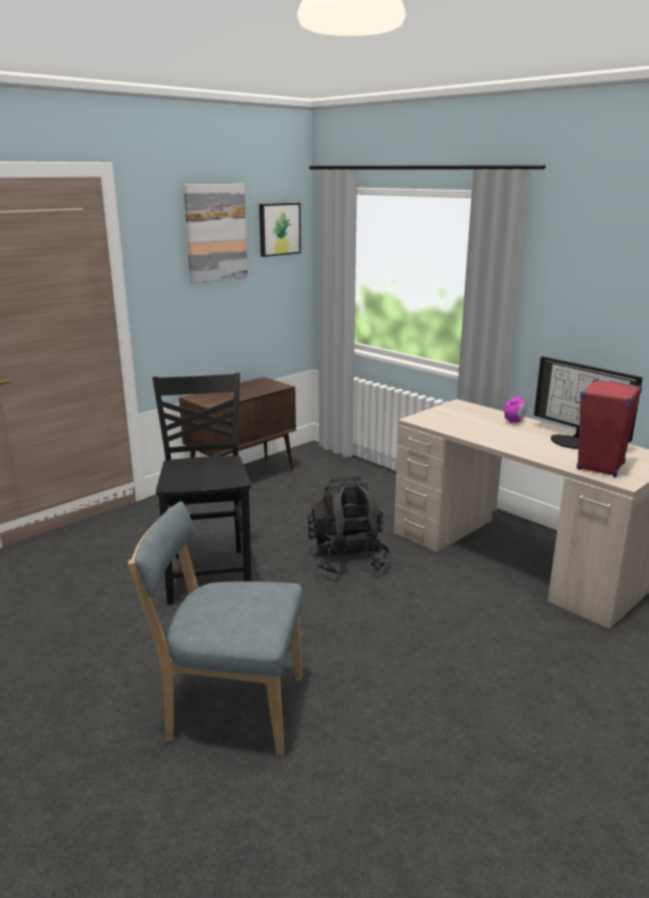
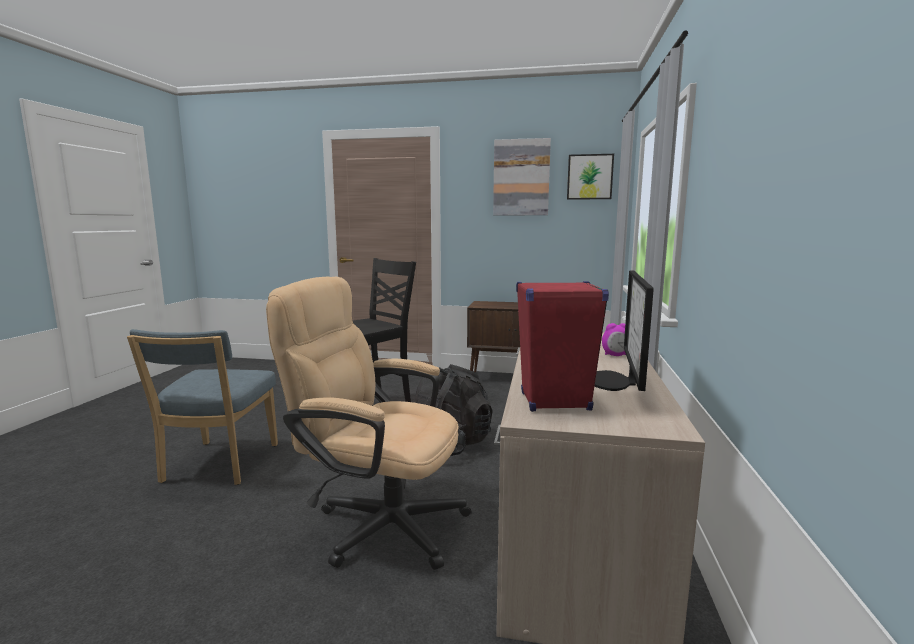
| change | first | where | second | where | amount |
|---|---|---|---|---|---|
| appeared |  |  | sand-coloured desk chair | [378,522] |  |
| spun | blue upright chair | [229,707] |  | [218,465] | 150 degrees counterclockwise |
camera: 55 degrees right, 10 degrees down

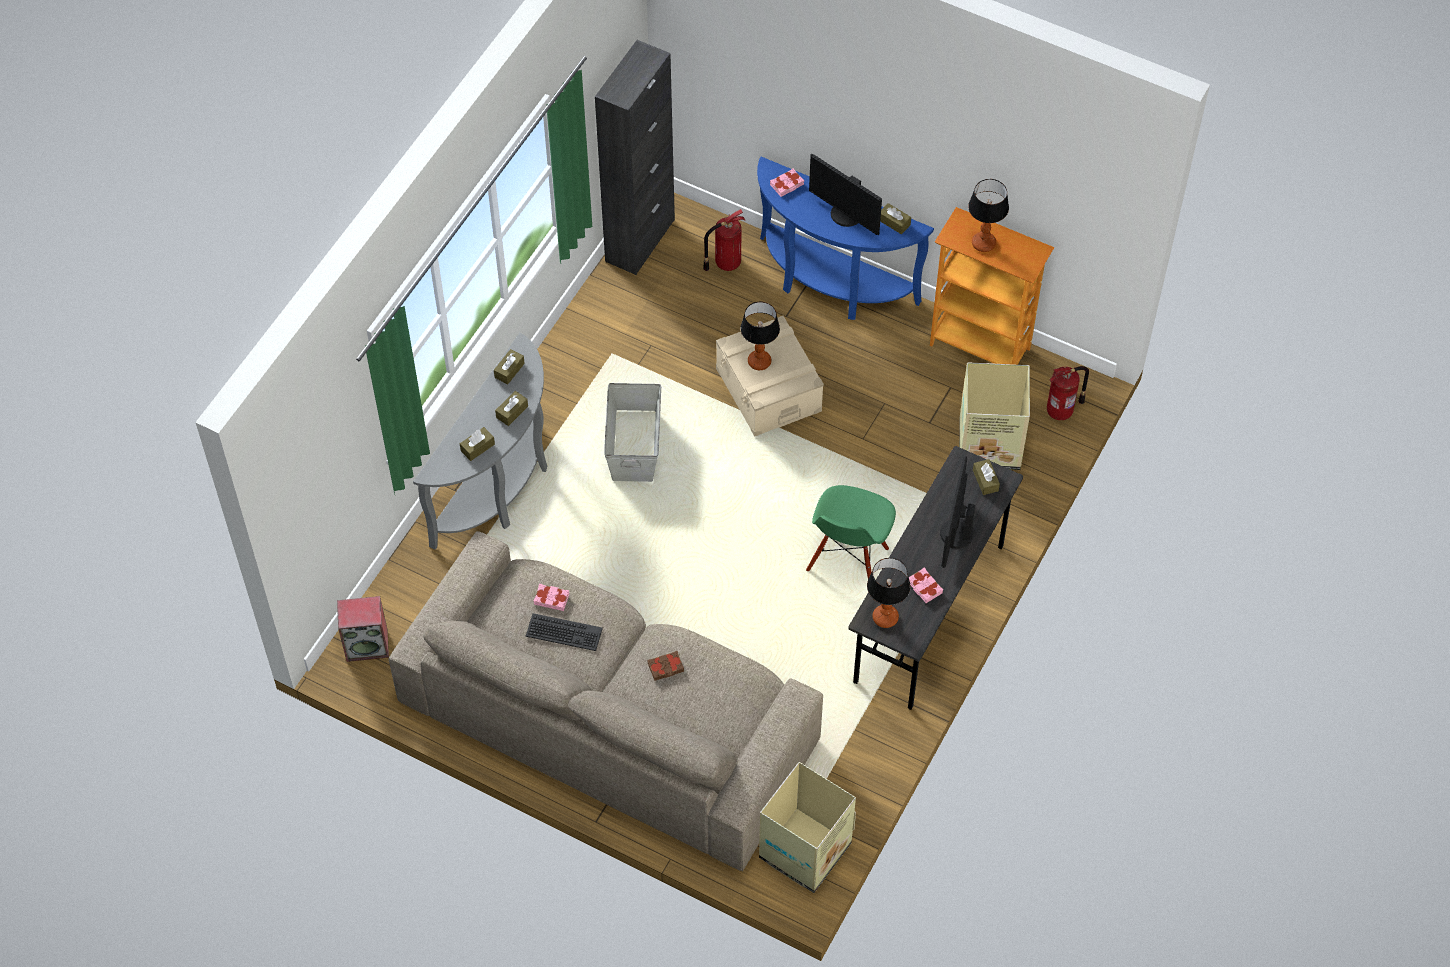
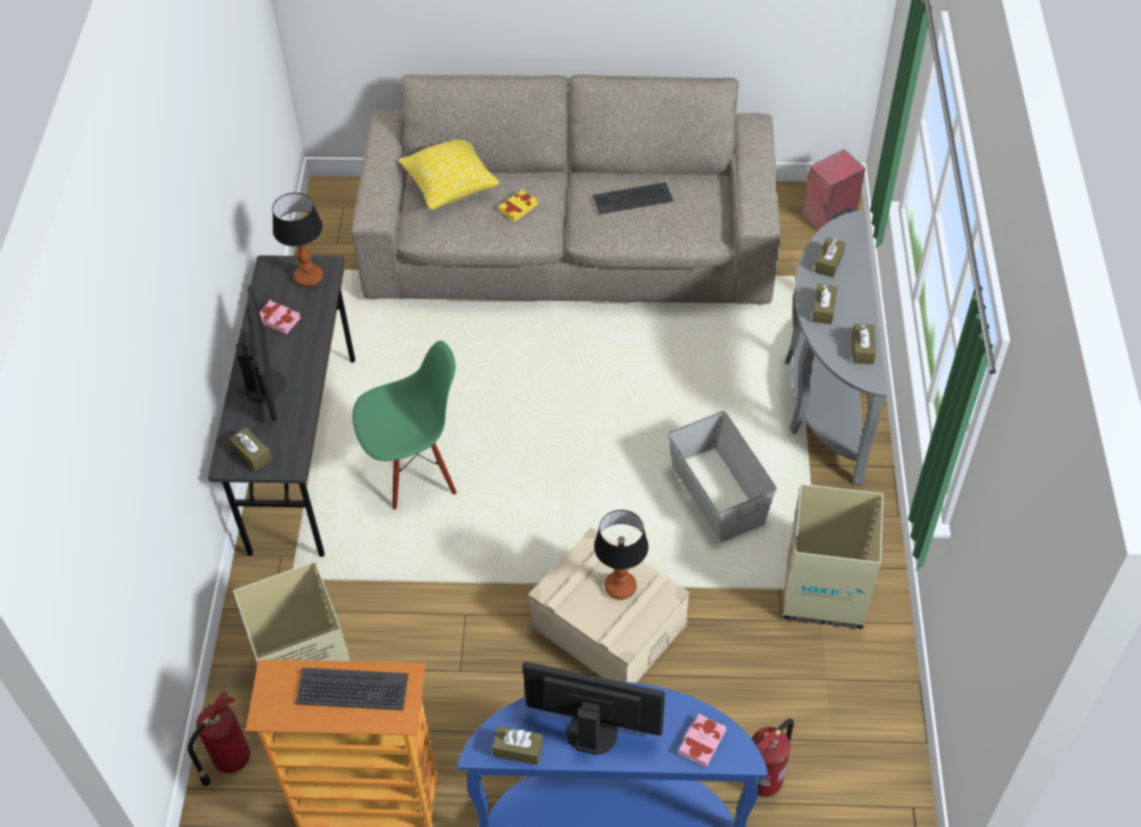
| change | first | where | second | where | amount |
|---|---|---|---|---|---|
| missing | pinkish bound book | [551,599] |  |  |  |
| missing | black-coloured storage cabinet | [640,240] |  |  |  |
| appeared |  |  | yellow-coloured cushion | [450,188] |  |
| relocated | carton | [803,852] |  | [824,589] |  |
| exchanged | tabletop lamp | [984,243] | computer keyboard | [352,690] |  |
| colour | brown bound book | [666,668] | yellow-coloured bound book | [518,208] |  |
| spun | green-coloured upright chair | [848,561] |  | [415,470] | 75 degrees clockwise |
camera: 155 degrees right, 5 degrees down

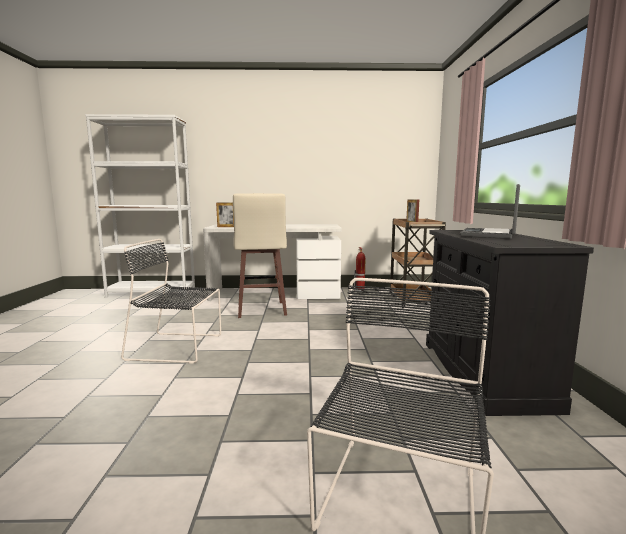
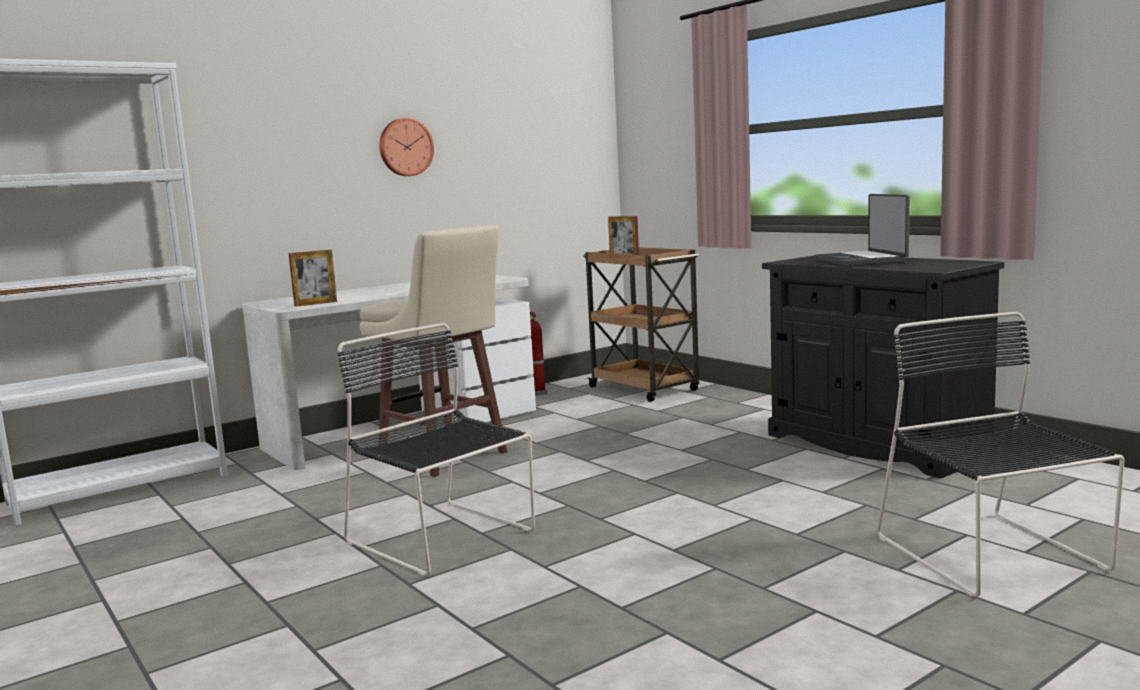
| change | first | where | second | where | amount |
|---|---|---|---|---|---|
| appeared |  |  | clock on the wall | [405,147] |  |
| spun | black-coloured upright chair | [178,347] |  | [444,538] | 75 degrees clockwise |
camera: 35 degrees left, 0 degrees up

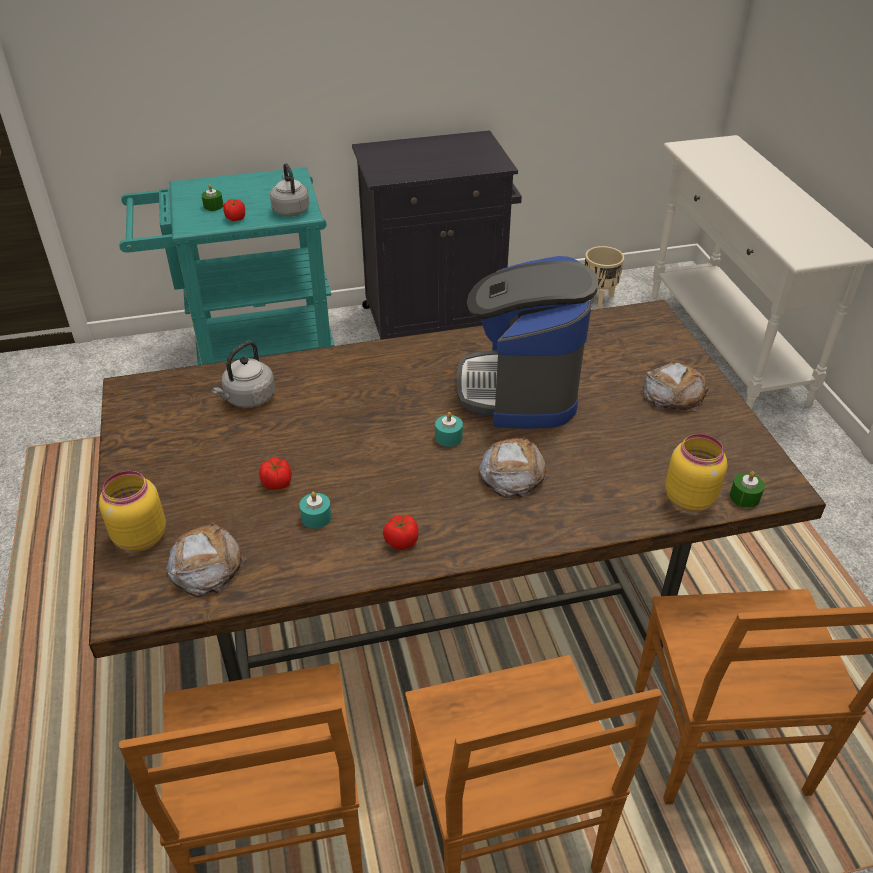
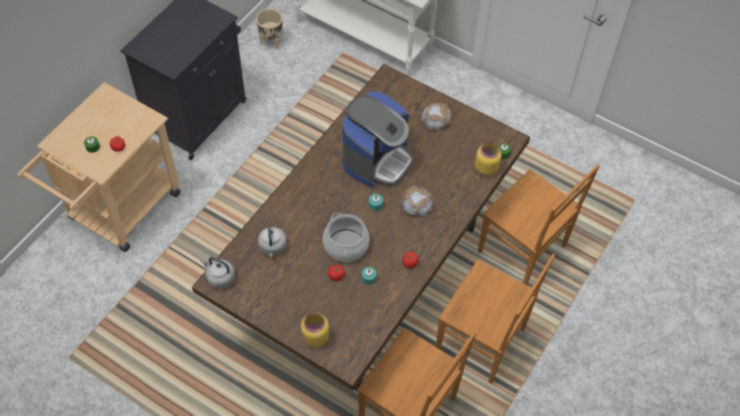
| change | first | where | second | where | amount |
|---|---|---|---|---|---|
| missing | baked bread | [206,565] |  |  |  |
| appeared |  |  | cooking pot | [346,245] |  |
| relocated | greyish tea kettle | [290,209] |  | [219,278] |  |
| colour | blue-green cart | [250,354] | sand-coloured cart | [118,212] |  |
| spun | coffee machine | [520,389] |  | [377,159] | 105 degrees counterclockwise |
camera: 45 degrees left, 15 degrees up

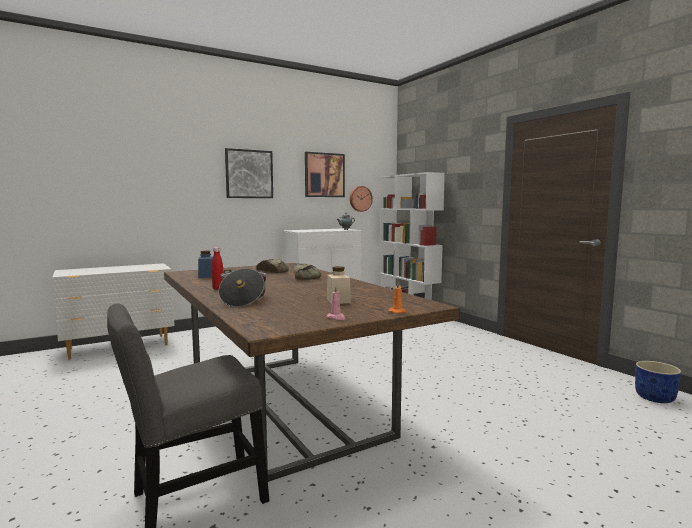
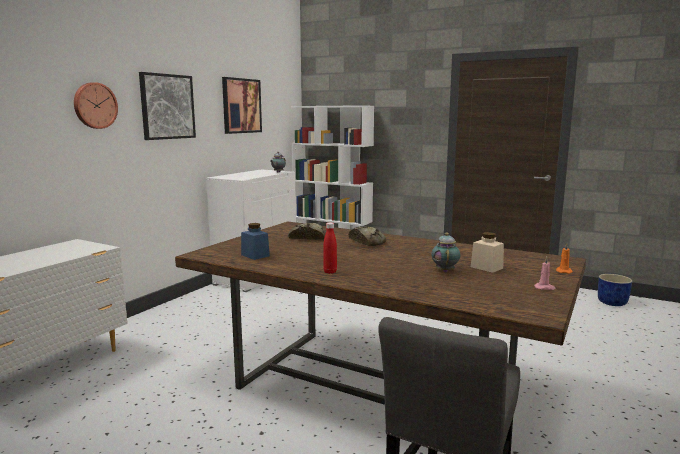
| change | first | where | second | where | amount |
|---|---|---|---|---|---|
| missing | cooking pot | [243,299] |  |  |  |
| appeared |  |  | tea pot | [445,271] |  |
| relocated | clock on the wall | [360,198] |  | [94,105] |  |
camera: 30 degrees left, 5 degrees up

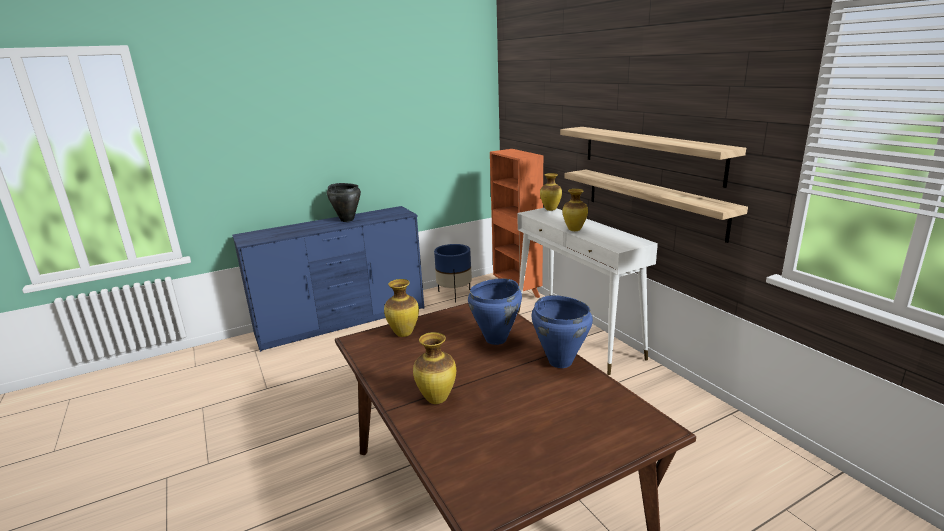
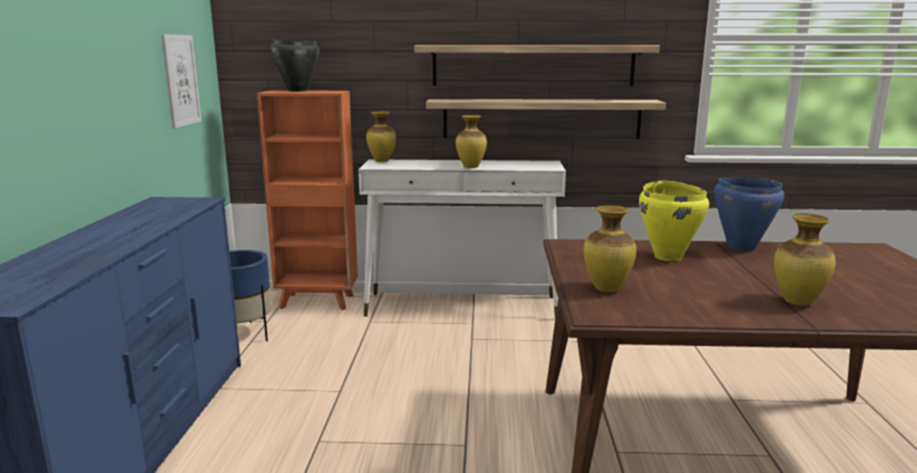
| change | first | where | second | where | amount |
|---|---|---|---|---|---|
| appeared |  |  | wall art | [181,80] |  |
| relocated | black-coloured cooking pot | [347,220] |  | [297,91] |  |
| colour | blue cooking pot | [496,339] | yellow-coloured cooking pot | [668,257] |  |
camera: 60 degrees left, 5 degrees down

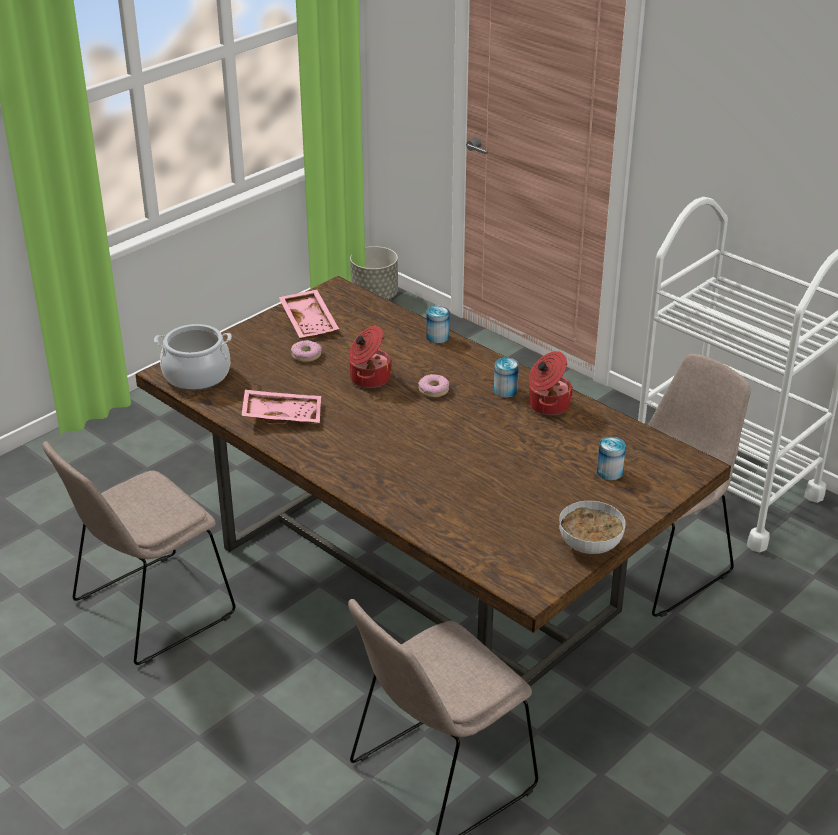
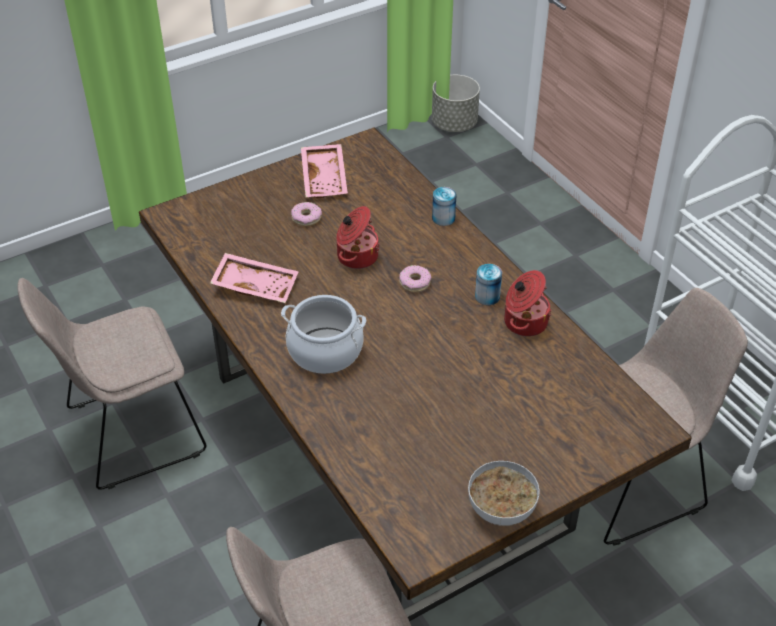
| change | first | where | second | where | amount |
|---|---|---|---|---|---|
| missing | sealed can | [609,472] |  |  |  |
| relocated | cooking pot | [197,376] |  | [325,351] |  |
camera: 15 degrees right, 10 degrees up

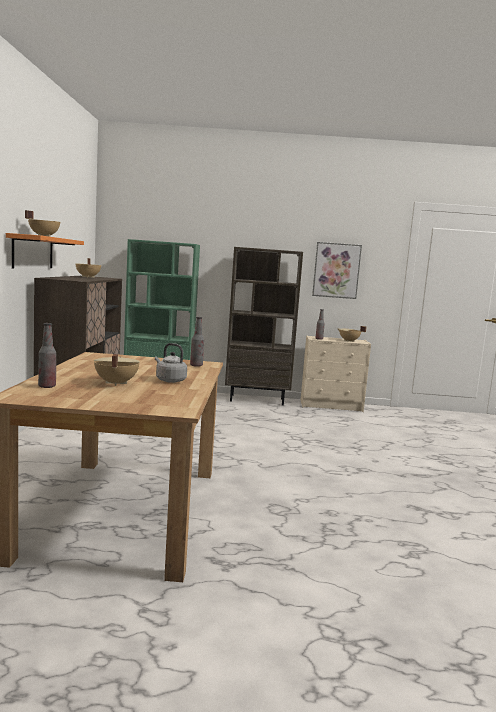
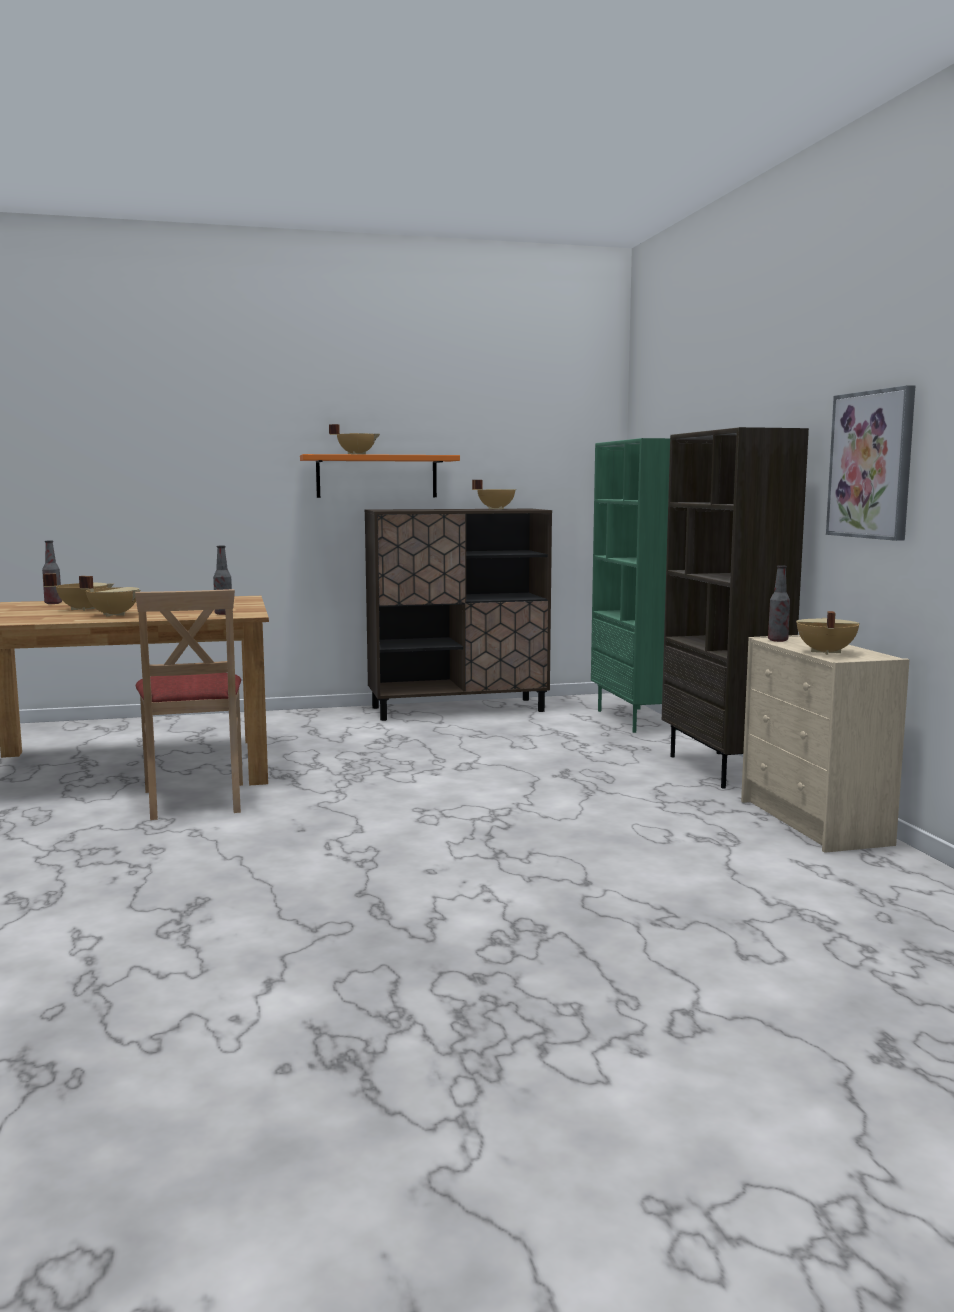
| change | first | where | second | where | amount |
|---|---|---|---|---|---|
| appeared |  |  | sand-coloured upright chair | [194,800] |  |
| exchanged | greyish tea kettle | [169,380] | sand-coloured cooking pot | [114,615] |  |
camera: 75 degrees right, 0 degrees up

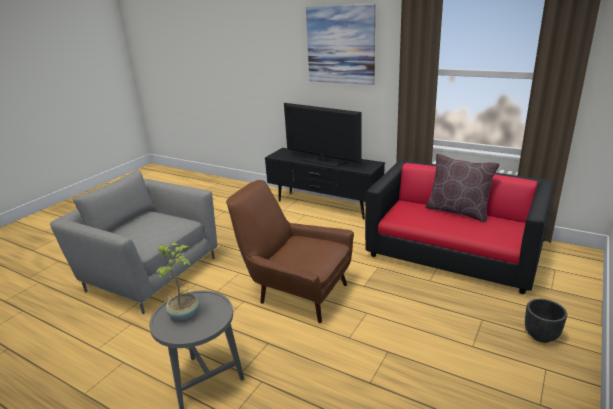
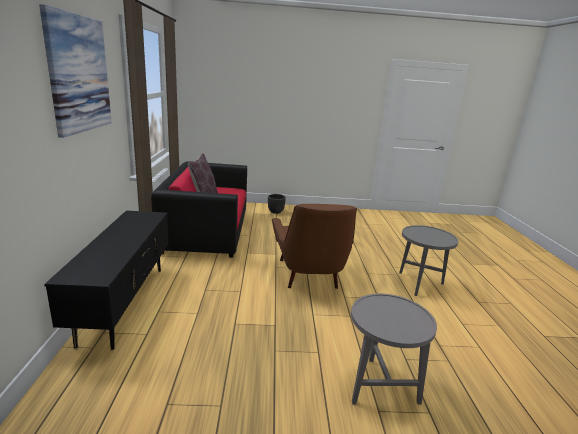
| change | first | where | second | where | amount |
|---|---|---|---|---|---|
| missing | potted plant | [185,314] |  |  |  |
| missing | TV | [323,161] |  |  |  |
| exchanged | greyish easy chair | [150,273] | greyish accent table | [379,384] |  |
camera: 125 degrees left, 5 degrees down

